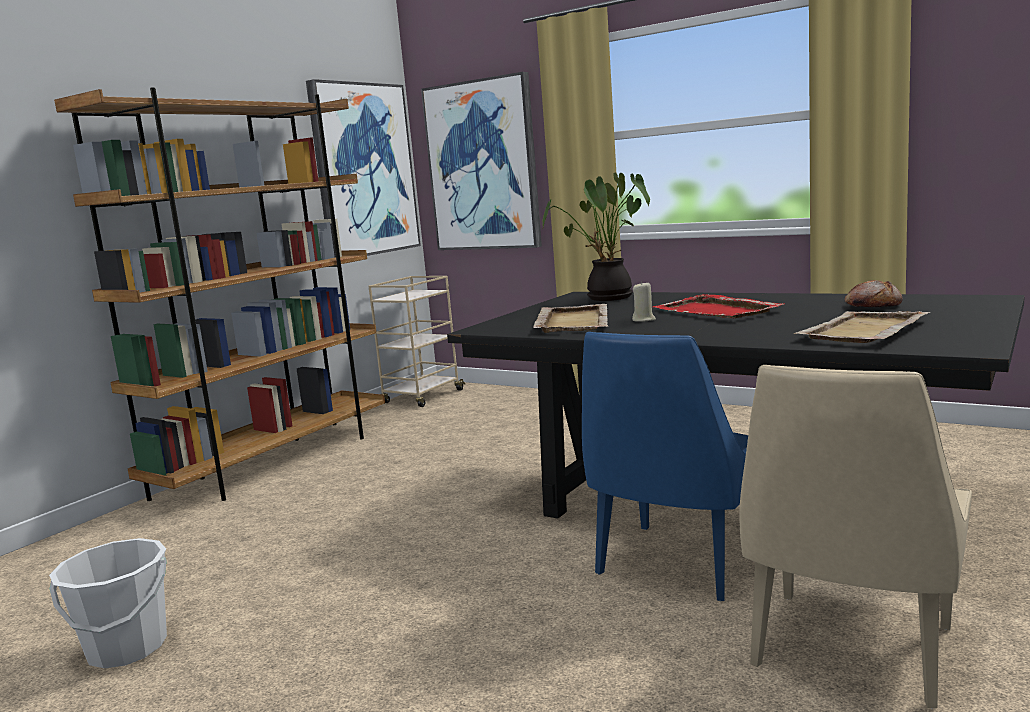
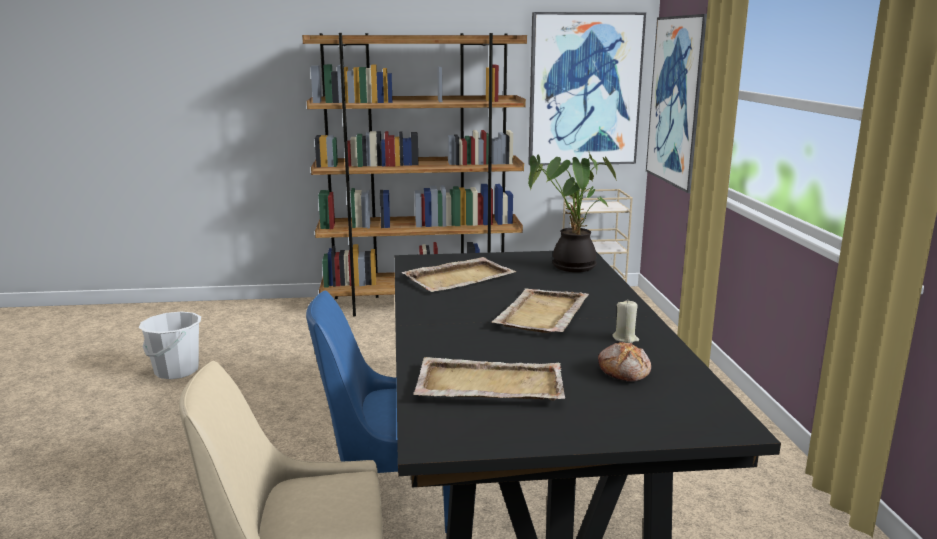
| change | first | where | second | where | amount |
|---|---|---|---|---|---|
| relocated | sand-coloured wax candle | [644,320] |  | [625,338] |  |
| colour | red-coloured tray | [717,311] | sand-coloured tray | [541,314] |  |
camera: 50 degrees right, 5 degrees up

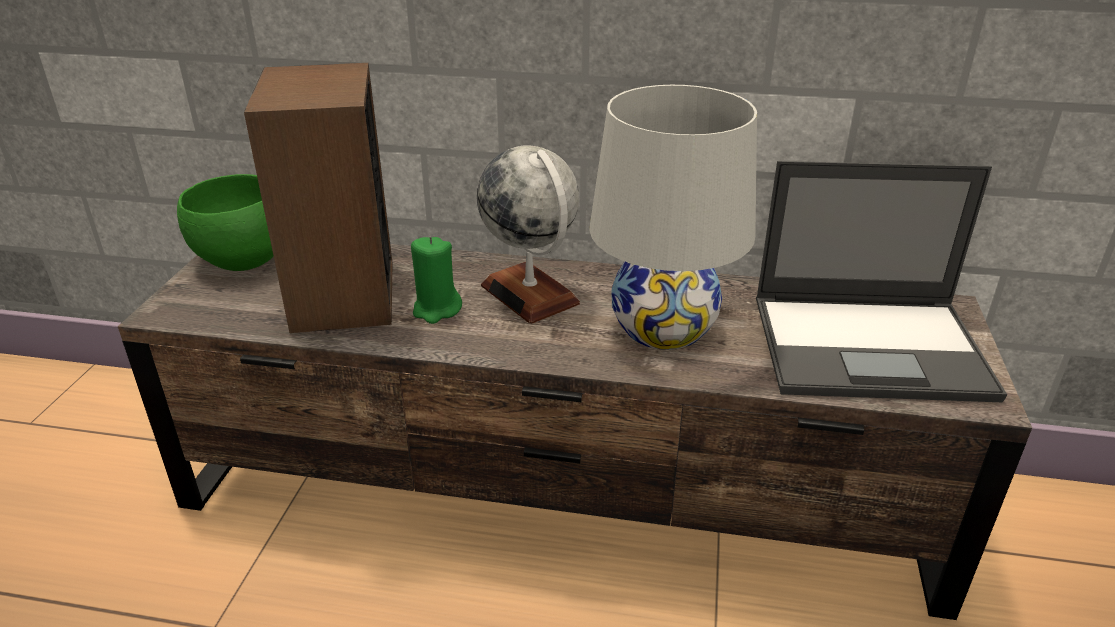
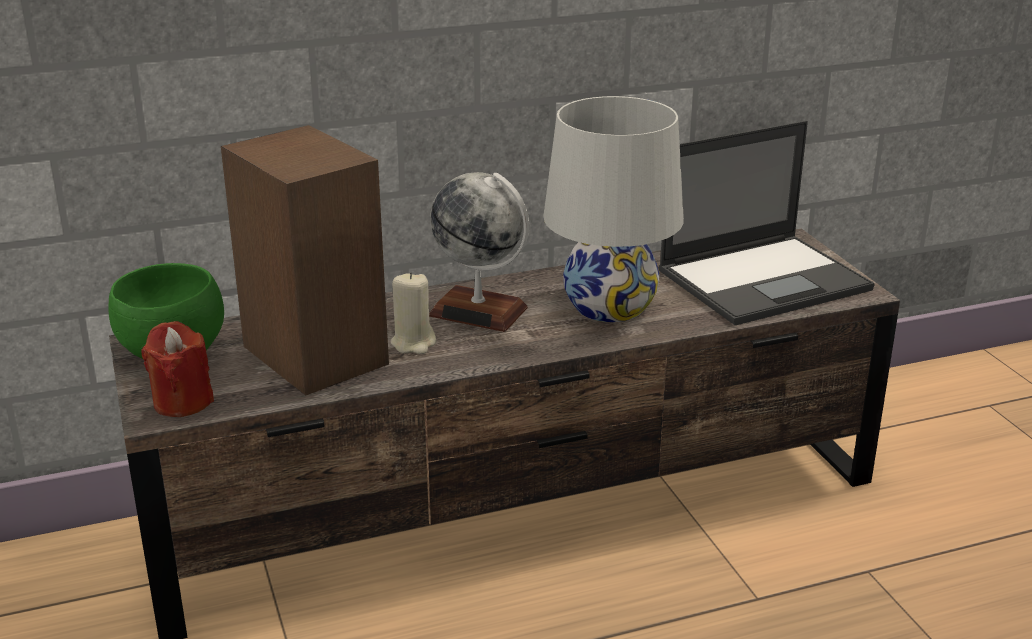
| change | first | where | second | where | amount |
|---|---|---|---|---|---|
| appeared |  |  | red-coloured wax candle | [182,402] |  |
| colour | green-coloured wax candle | [436,309] | sand-coloured wax candle | [413,343] |  |
camera: 30 degrees left, 5 degrees down

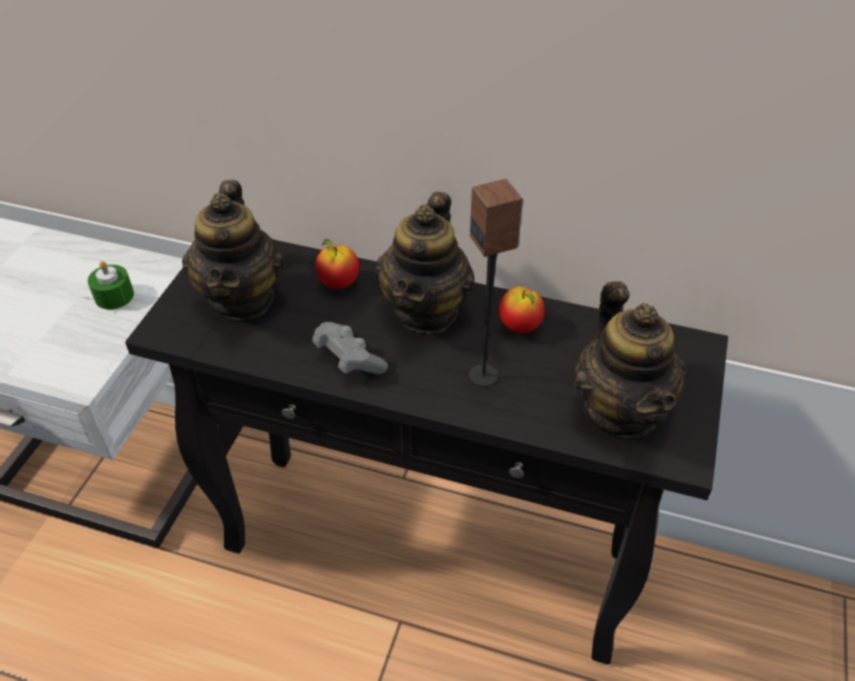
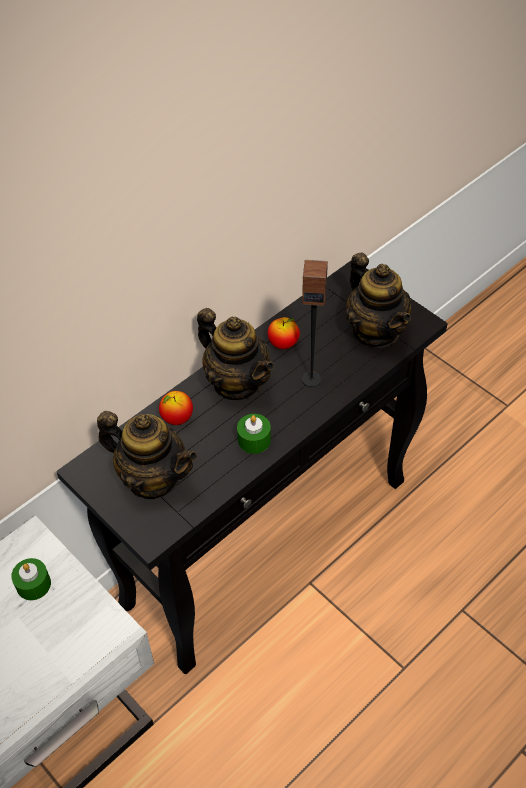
| change | first | where | second | where | amount |
|---|---|---|---|---|---|
| exchanged | greyish joypad | [348,360] | green-coloured wax candle | [254,440] |  |
| spun | tea pot | [620,410] |  | [376,331] | 45 degrees clockwise |
camera: 60 degrees left, 5 degrees up

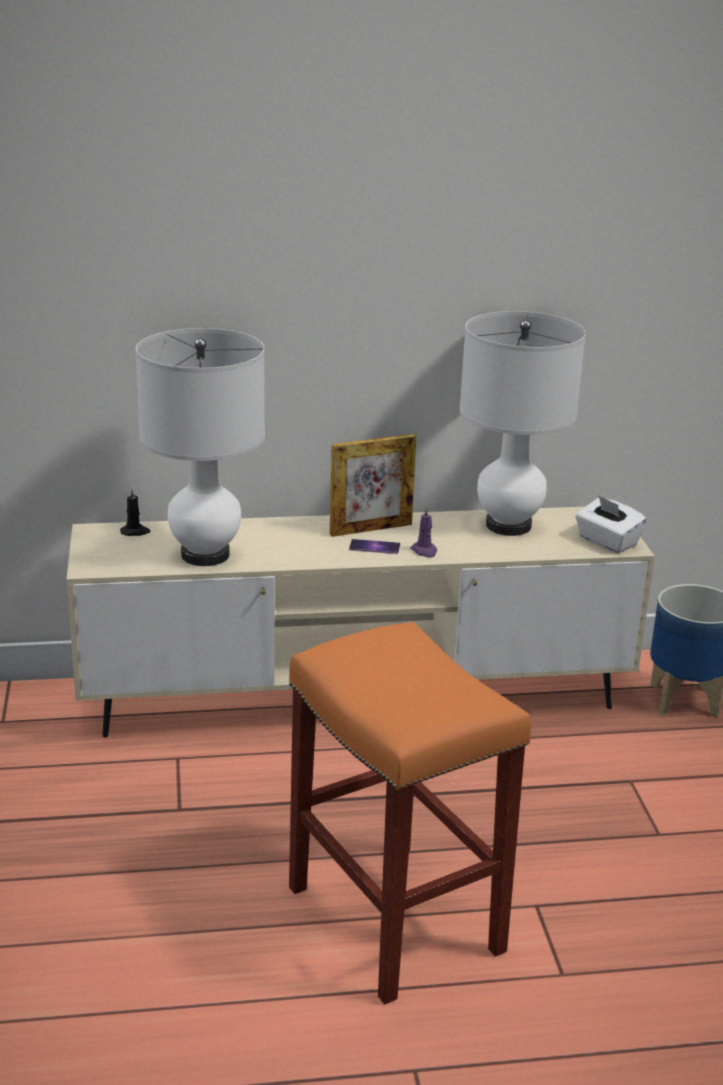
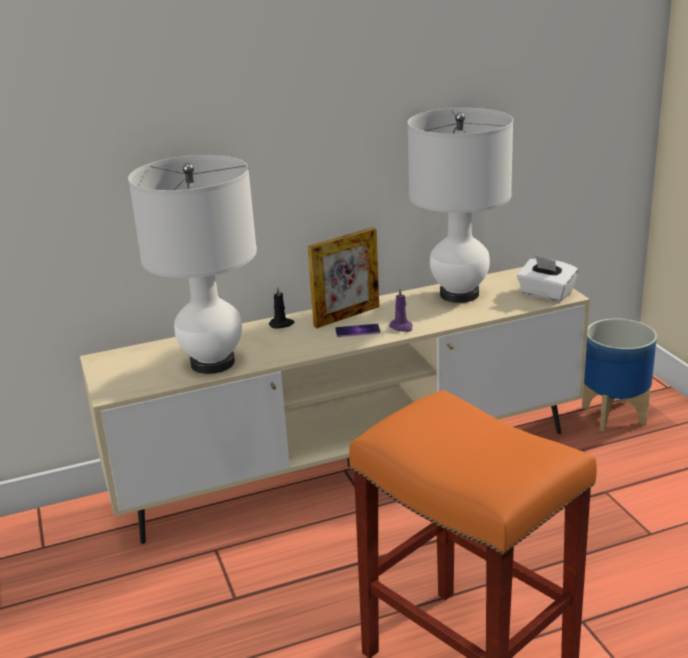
| change | first | where | second | where | amount |
|---|---|---|---|---|---|
| relocated | black-coloured wax candle | [135,532] |  | [282,324] |  |
camera: 10 degrees left, 0 degrees up

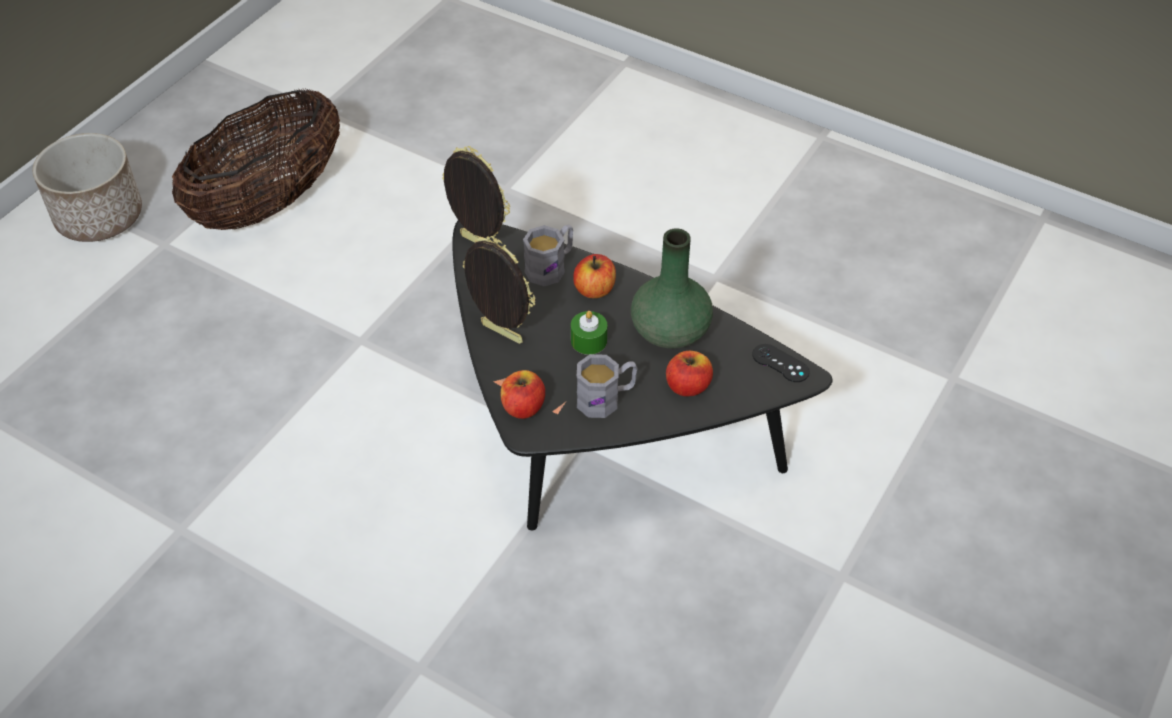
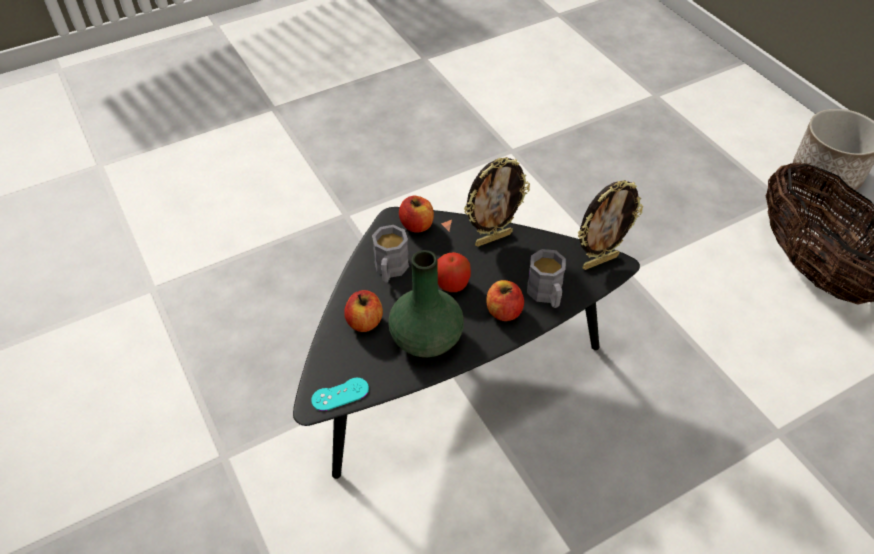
| change | first | where | second | where | amount |
|---|---|---|---|---|---|
| exchanged | green-coloured wax candle | [588,340] | whole apple | [452,284] |  |
| colour | black-coloured joypad | [780,363] | blue-green joypad | [340,394] |  |
camera: 120 degrees right, 0 degrees up

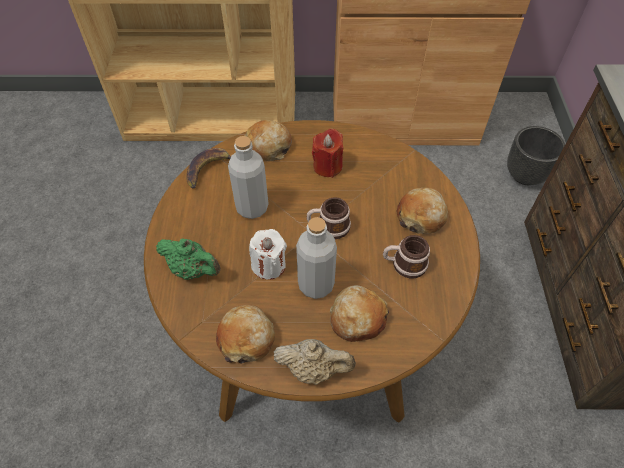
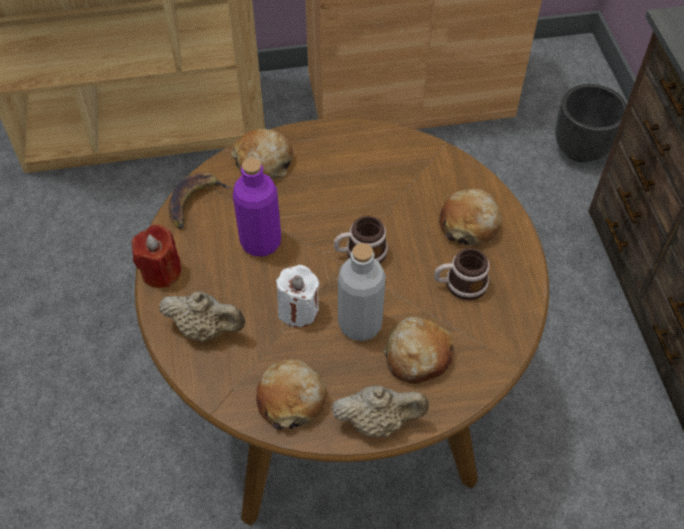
| change | first | where | second | where | amount |
|---|---|---|---|---|---|
| relocated | red-coloured wax candle | [327,166] |  | [161,271] |  |
| colour | green-coloured tea pot | [193,270] | sand-coloured tea pot | [206,329] |  |
| colour | greyish bottle | [252,207] | purple bottle | [261,242] |  |
camera: 10 degrees left, 0 degrees up

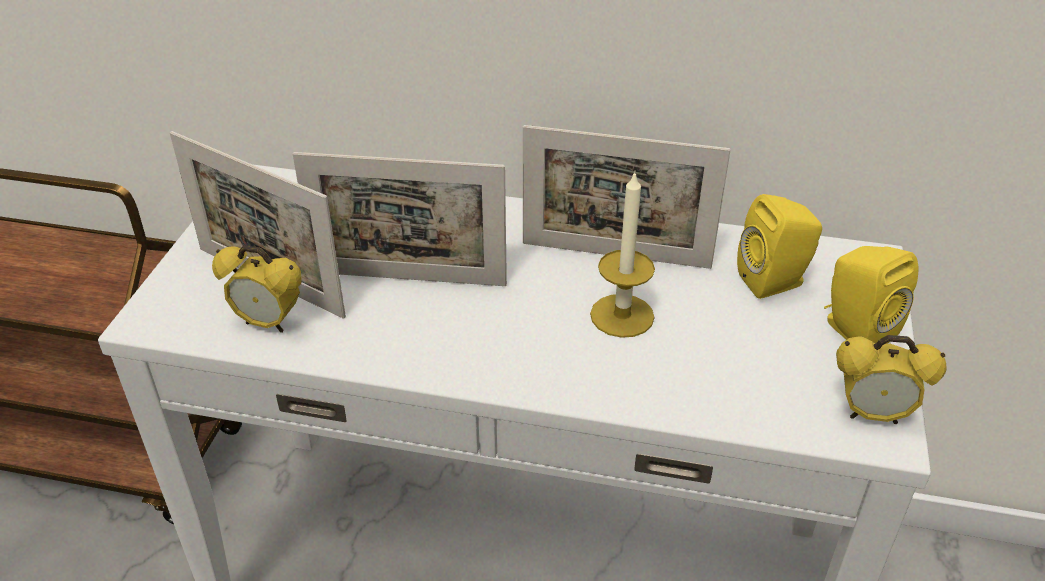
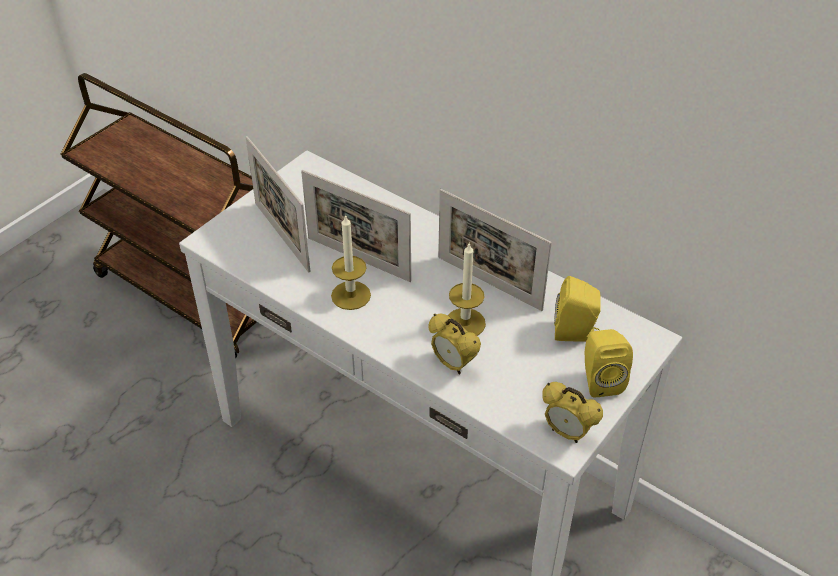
| change | first | where | second | where | amount |
|---|---|---|---|---|---|
| appeared |  |  | wax candle | [351,295] |  |
| relocated | alarm clock | [268,323] |  | [453,364] |  |
camera: 25 degrees right, 5 degrees up

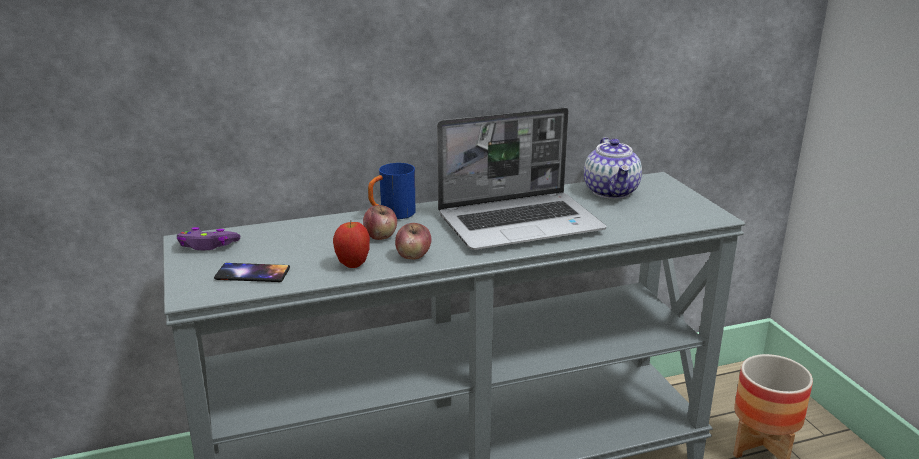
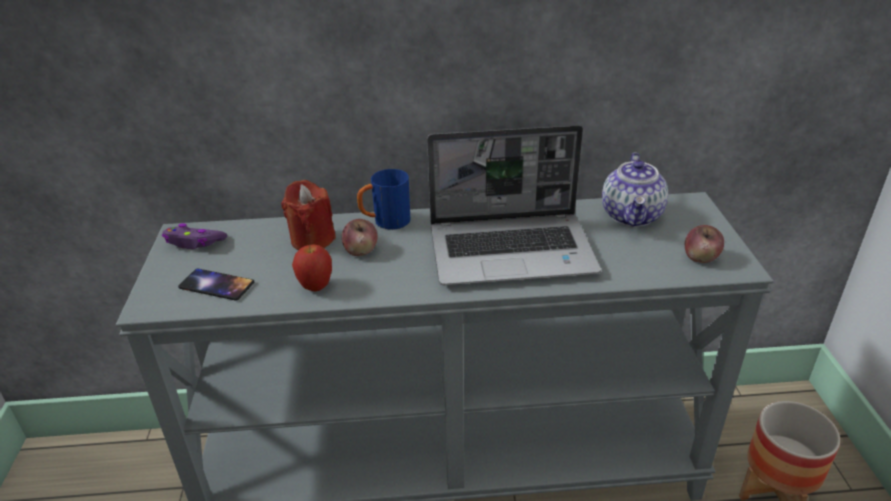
| change | first | where | second | where | amount |
|---|---|---|---|---|---|
| appeared |  |  | red-coloured wax candle | [312,239] |  |
| relocated | whole apple | [413,256] |  | [701,258] |  |
camera: 15 degrees right, 10 degrees up

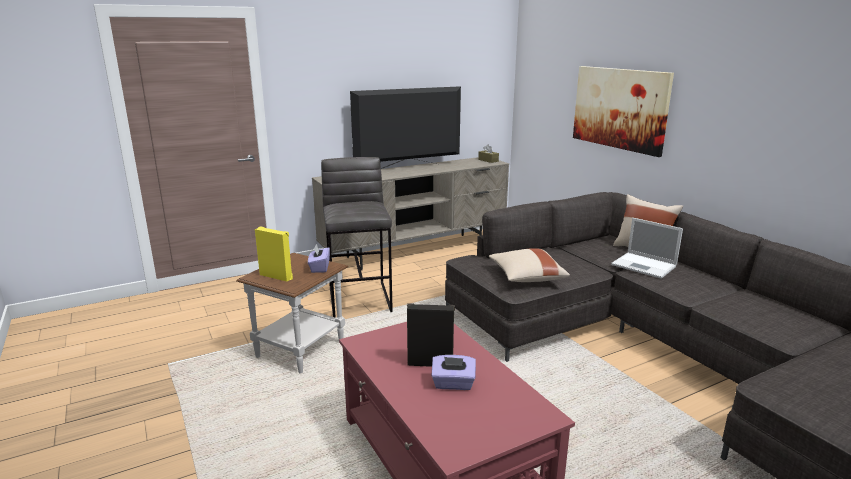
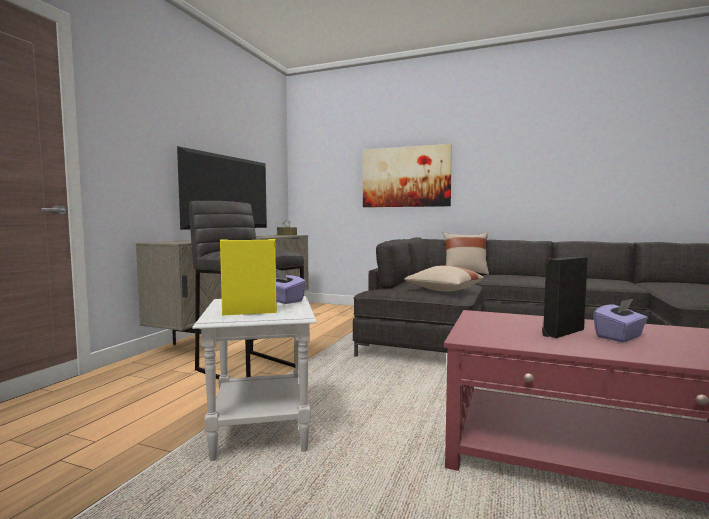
| change | first | where | second | where | amount |
|---|---|---|---|---|---|
| missing | laptop | [645,266] |  |  |  |
| colour | brown accent table | [301,349] | white-coloured accent table | [261,430] |  |
camera: 40 degrees left, 15 degrees down

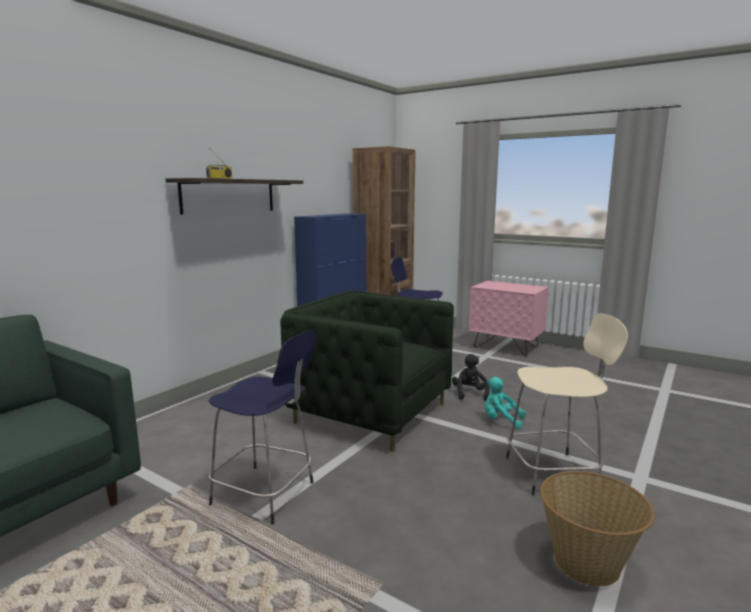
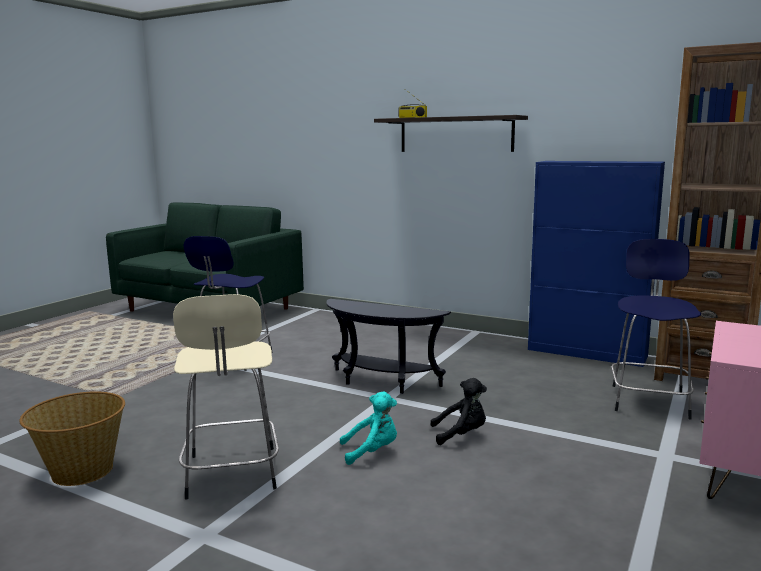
| change | first | where | second | where | amount |
|---|---|---|---|---|---|
| exchanged | green-coloured easy chair | [371,413] | black-coloured accent table | [381,382] |  |
| spun | blue-green soft toy | [501,421] |  | [372,451] | 60 degrees clockwise |
camera: 85 degrees right, 0 degrees up

